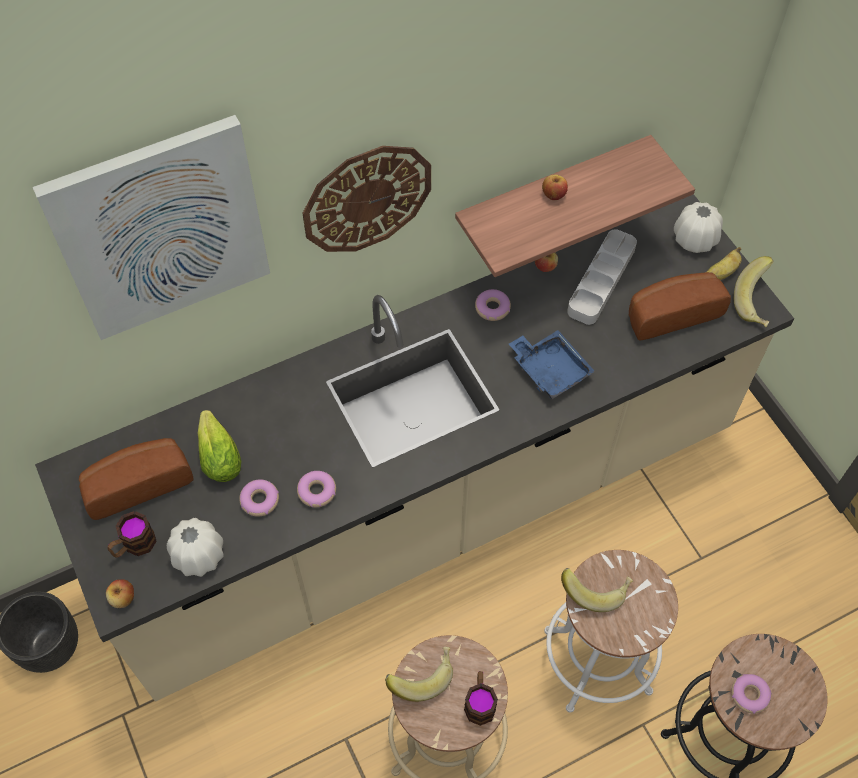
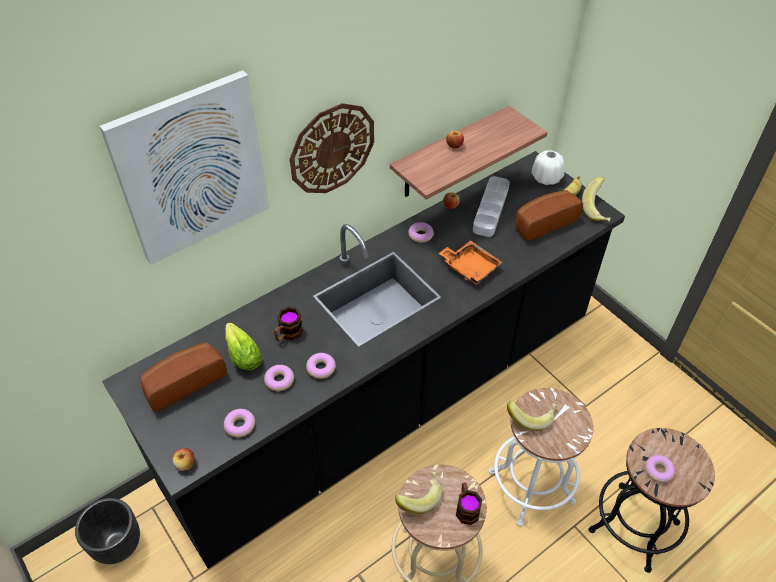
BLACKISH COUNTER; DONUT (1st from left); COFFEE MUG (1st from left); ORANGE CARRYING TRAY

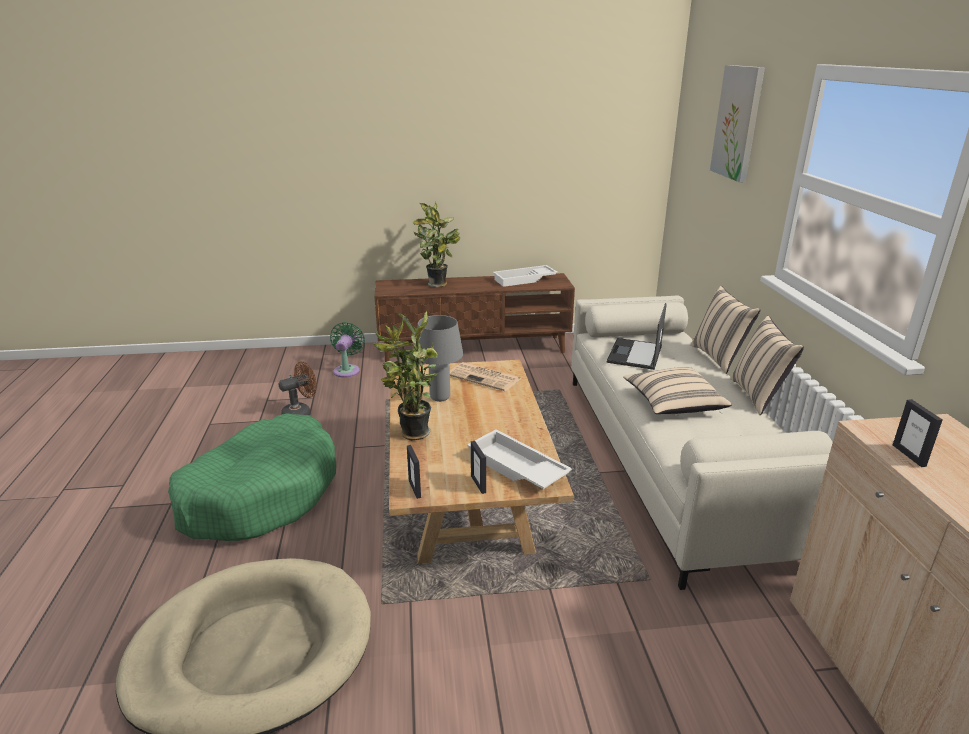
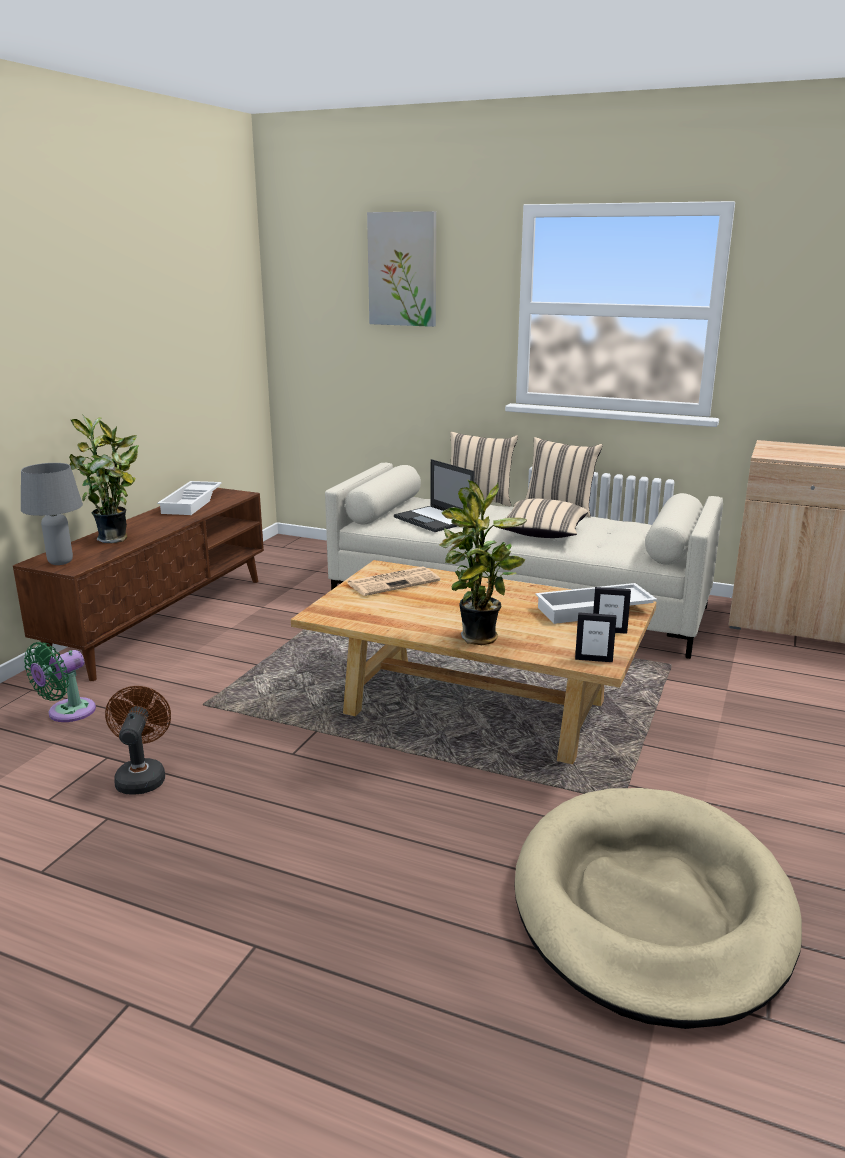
GREY TABLETOP LAMP; GREEN COOLING FAN; GREEN PET BED; PHOTO FRAME (3rd from left in the first image)

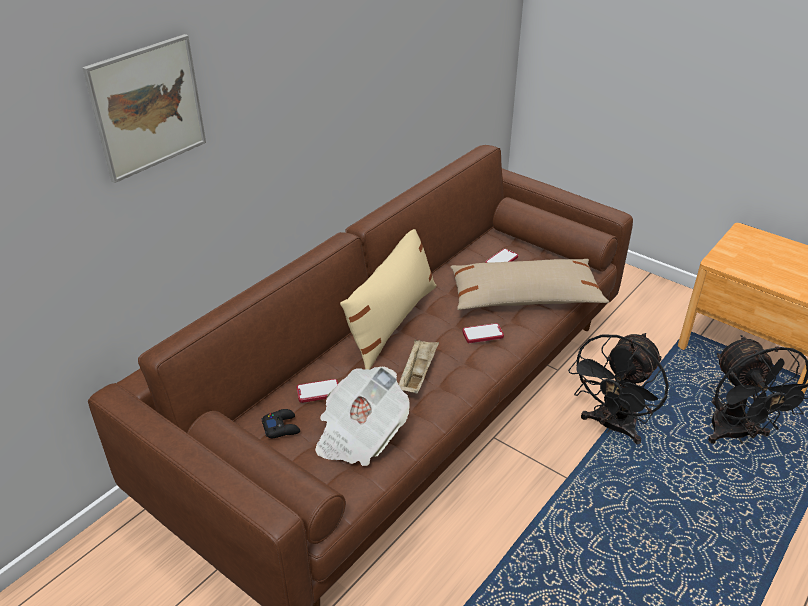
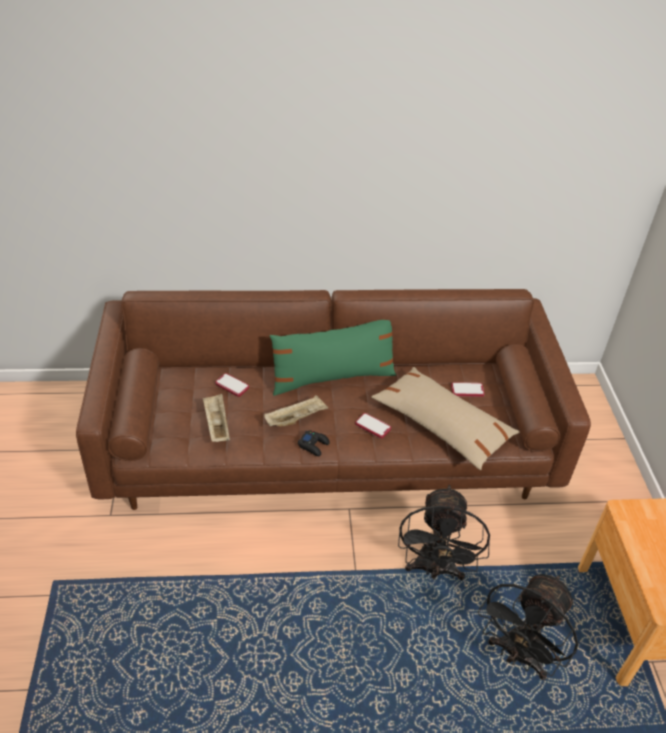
SAND-COLOURED CARRYING TRAY (1st from left); GREEN THROW PILLOW; BLACKISH GAME CONTROLLER; BLACKISH COOLING FAN (1st from left); PICTURE

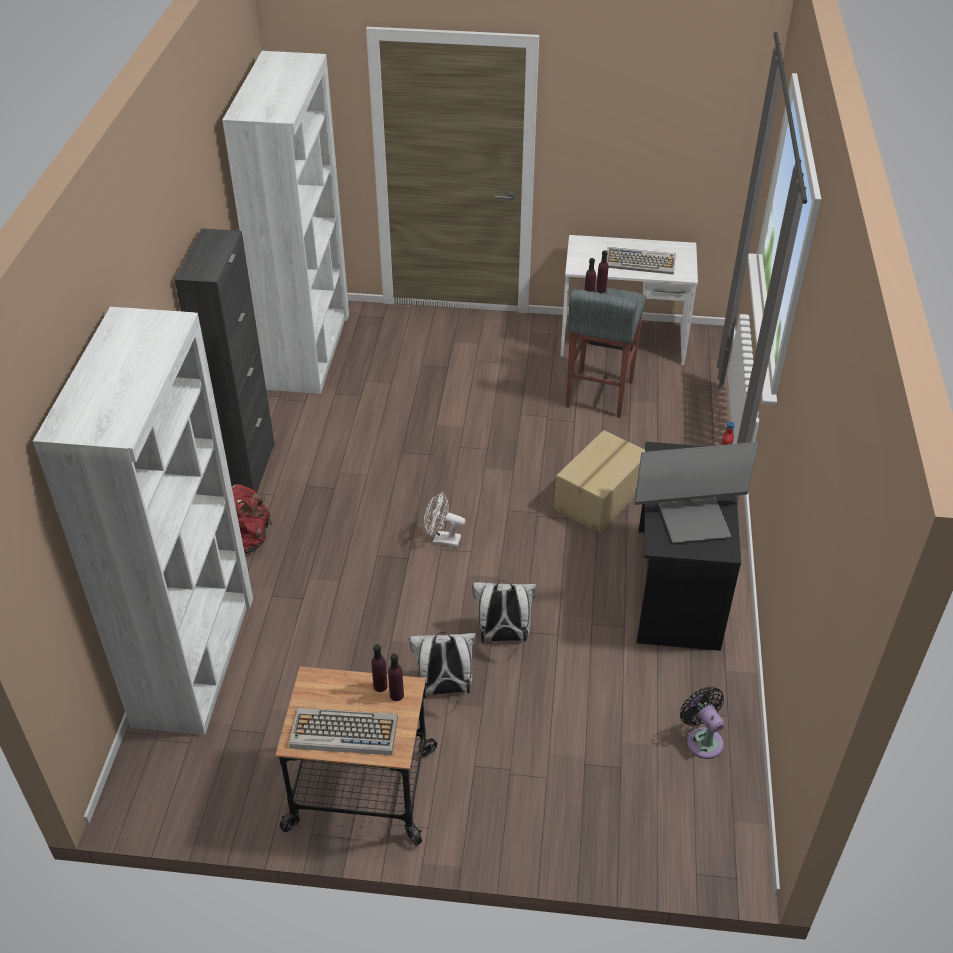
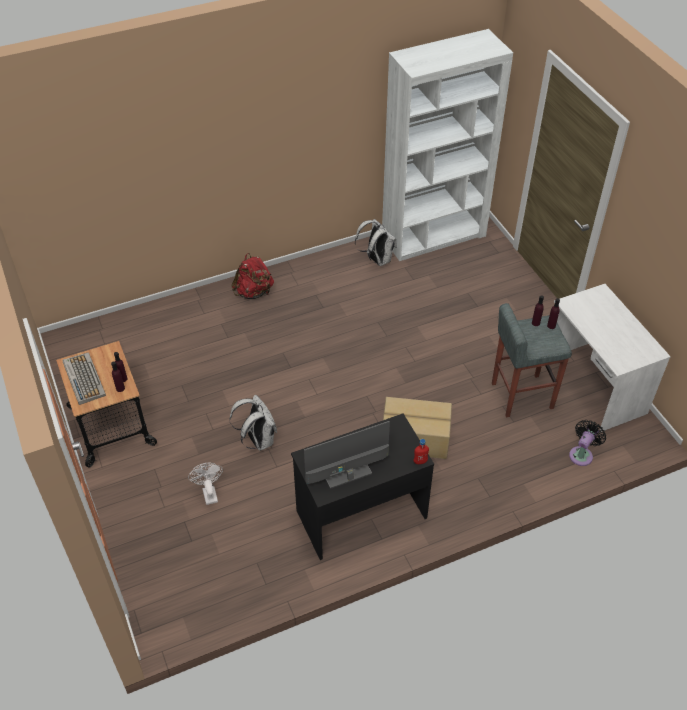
WHITE COOLING FAN; COMPUTER DISPLAY; WHITE RUCKSACK (2nd from left); BLACKISH COOLING FAN; WHITE BOOKCASE (1st from left in the first image); BLACKISH CABINET; KEYBOARD (2nd from left in the first image)

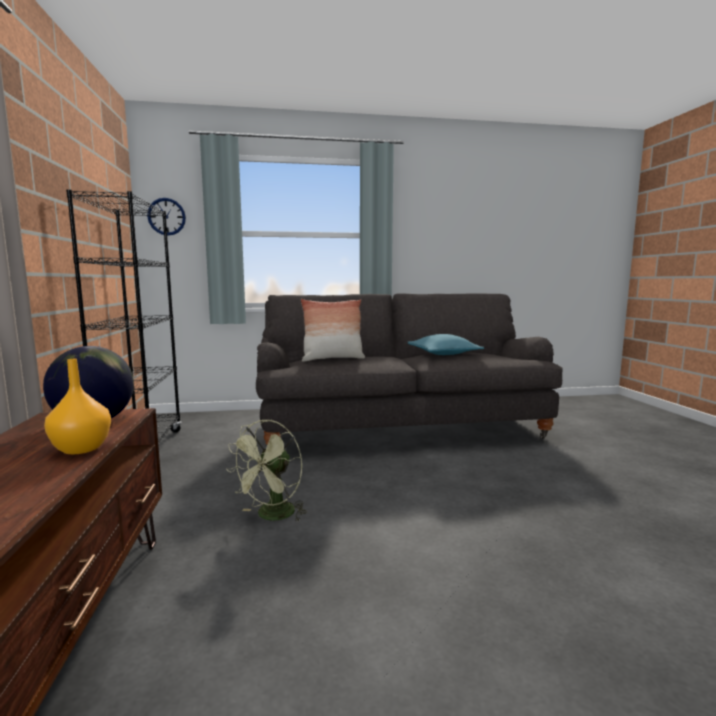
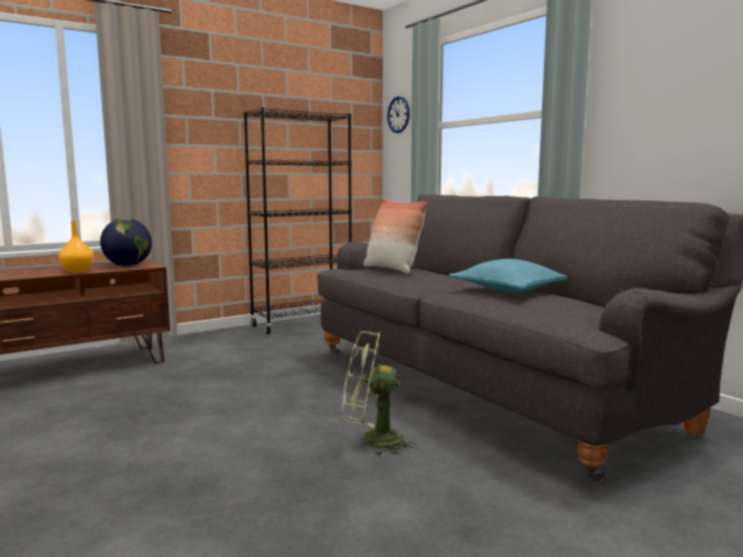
GREEN COOLING FAN

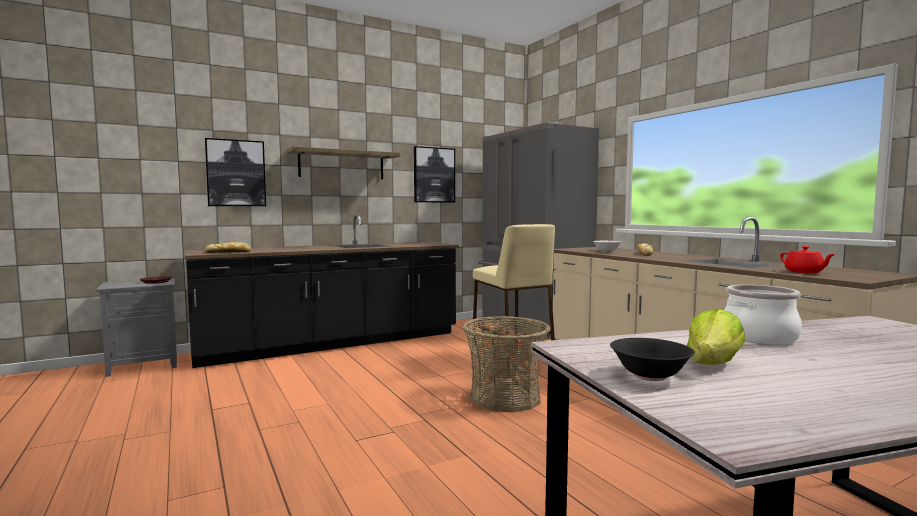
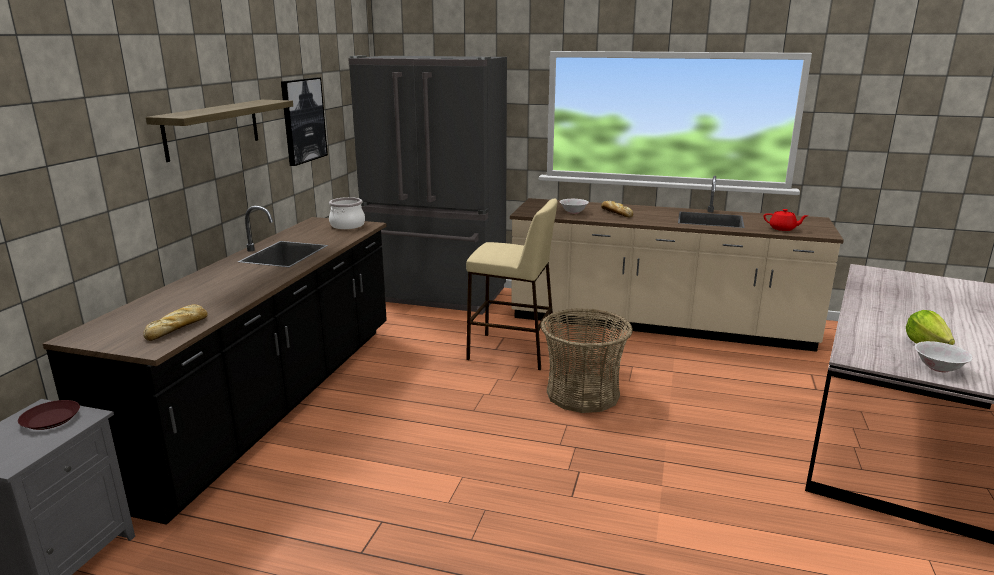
STOCKPOT; WHITE SERVING BOWL (2nd from left); PICTURE (1st from left in the first image)

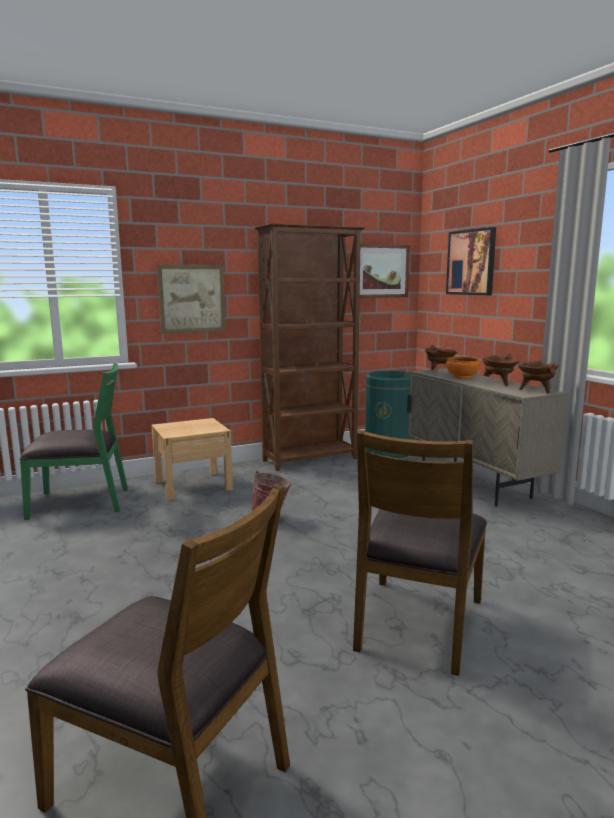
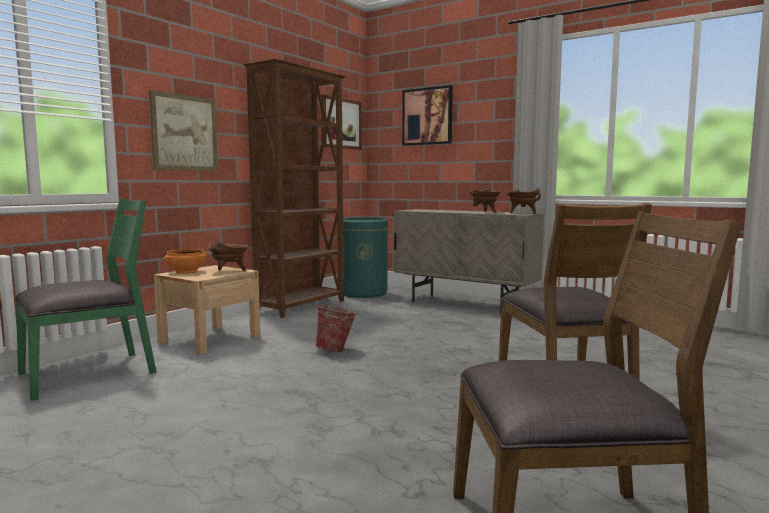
ORANGE SERVING BOWL; BROWN STOCKPOT (1st from left)

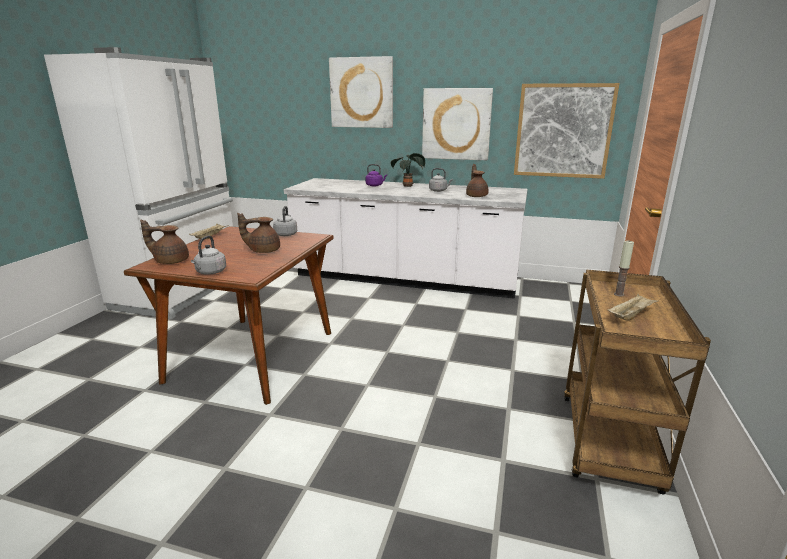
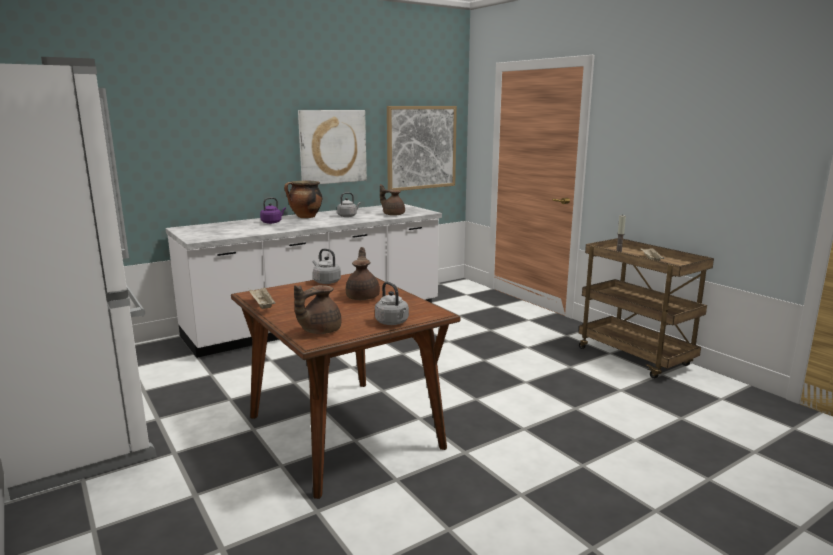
STOCKPOT; BROWN TEA POT (2nd from left); PICTURE (1st from left in the first image)

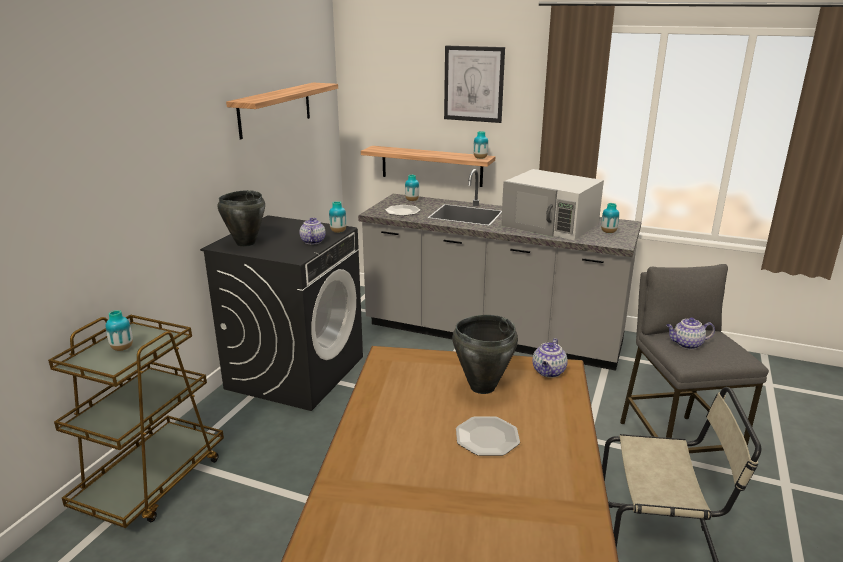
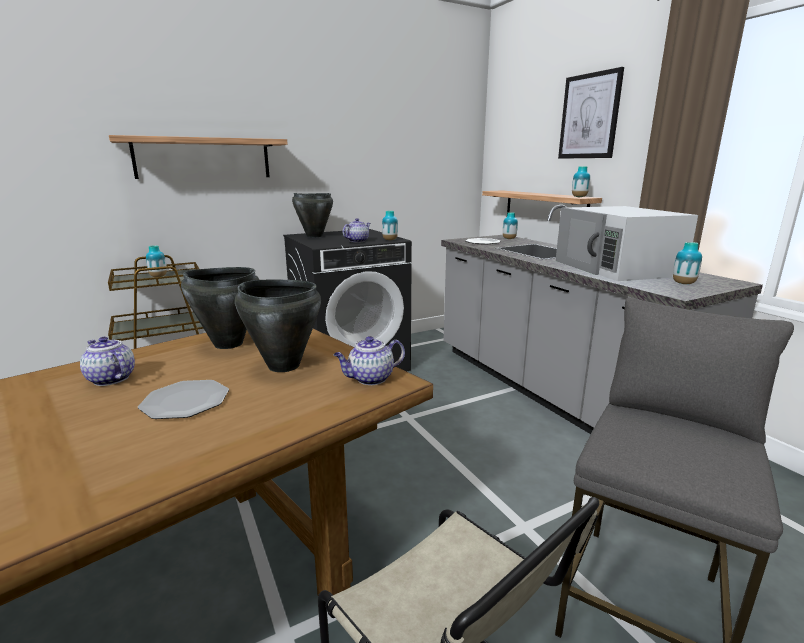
TEA POT (1st from left); WALL SHELF (1st from left); BLACKISH STOCKPOT (1st from left)

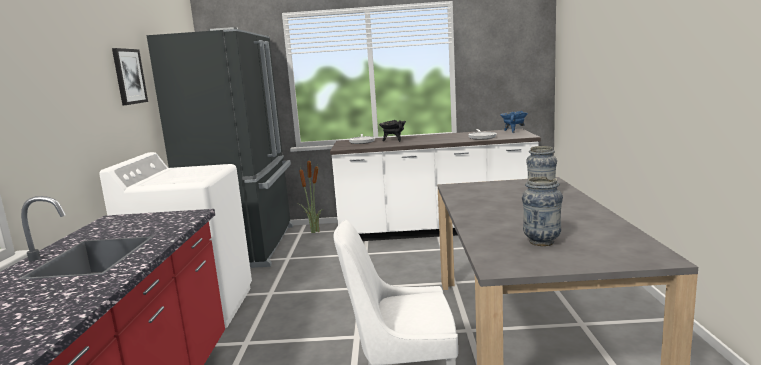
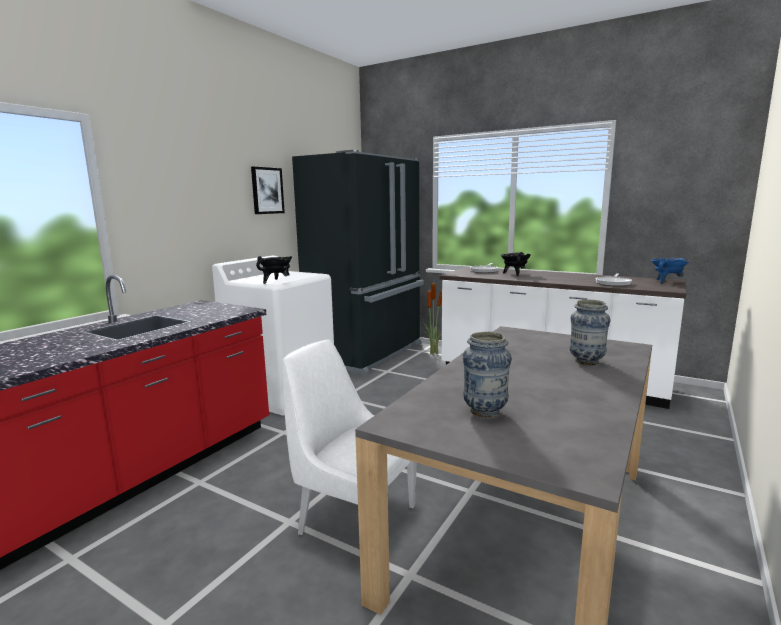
BLACKISH STOCKPOT (1st from left)

